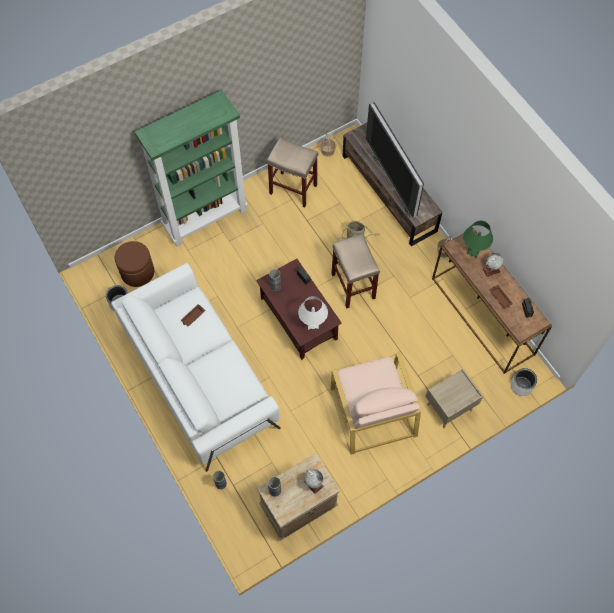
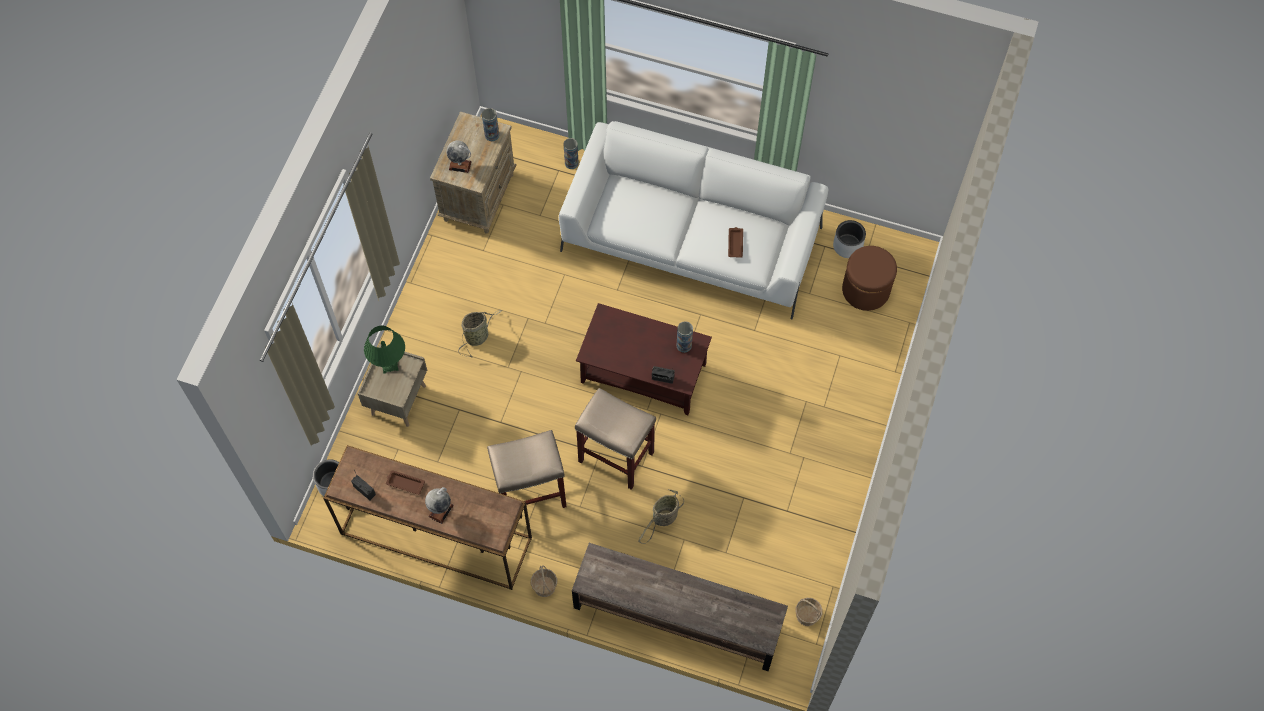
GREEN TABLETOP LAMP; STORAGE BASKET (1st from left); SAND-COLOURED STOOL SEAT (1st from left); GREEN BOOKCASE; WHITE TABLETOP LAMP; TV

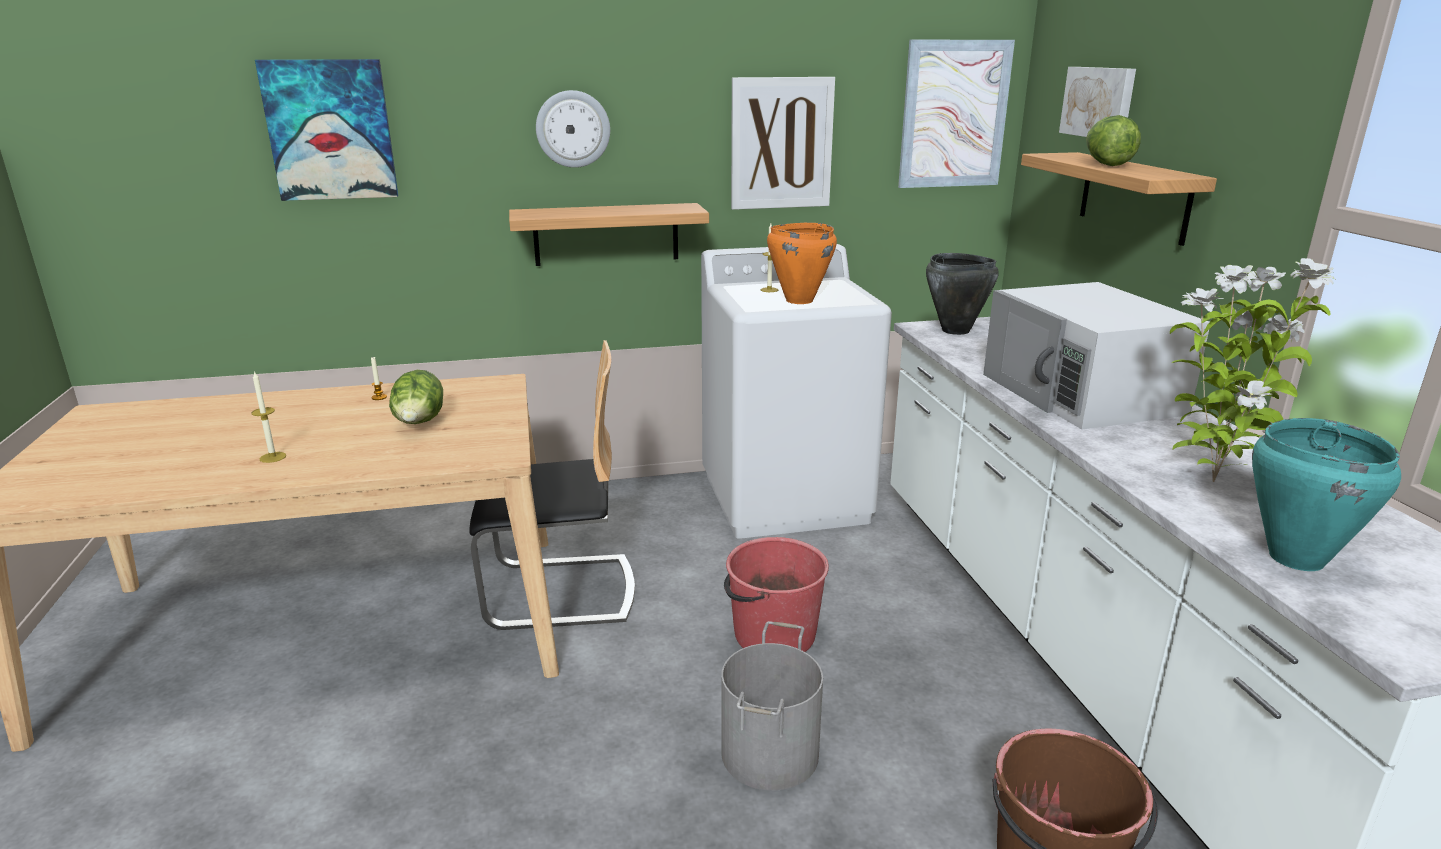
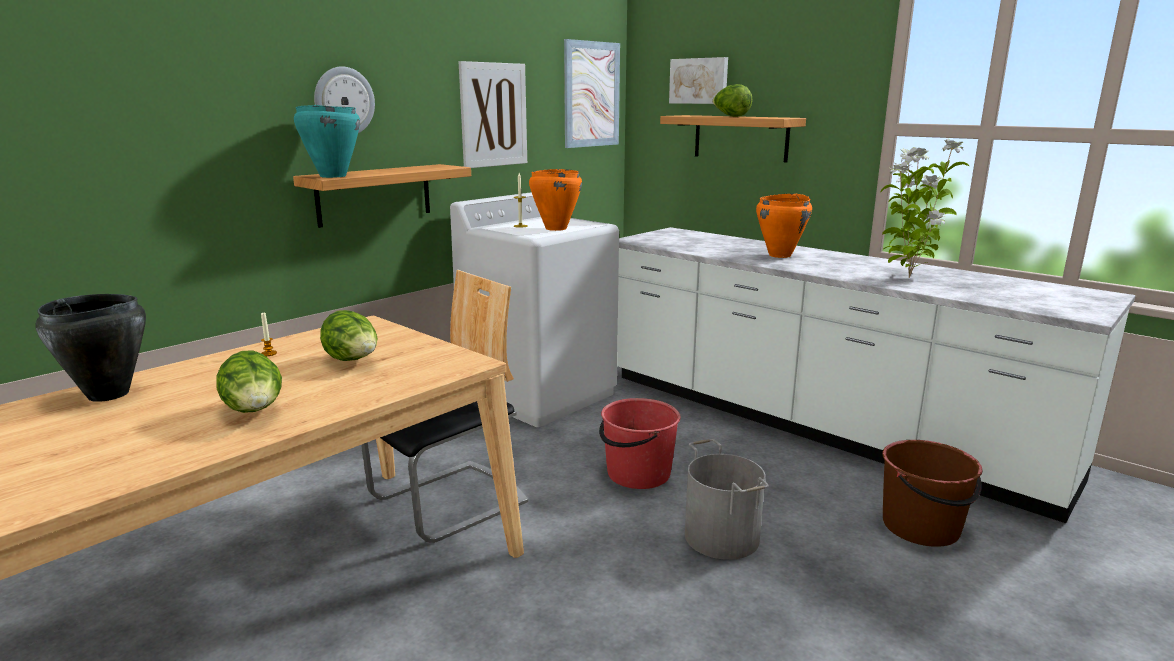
BLACKISH STOCKPOT; HEAD OF LETTUCE (1st from left); TURQUOISE STOCKPOT; ORANGE STOCKPOT (2nd from left); PICTURE (1st from left in the first image)

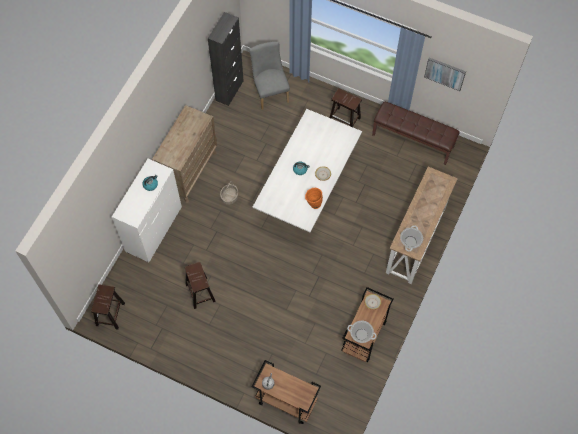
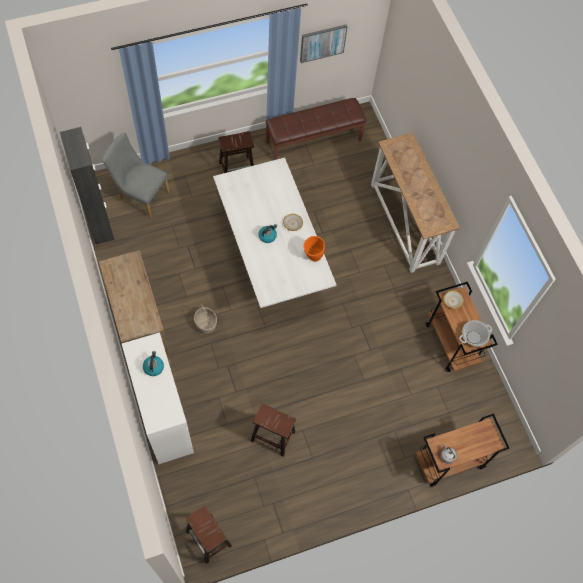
STOCKPOT (2nd from left in the first image)

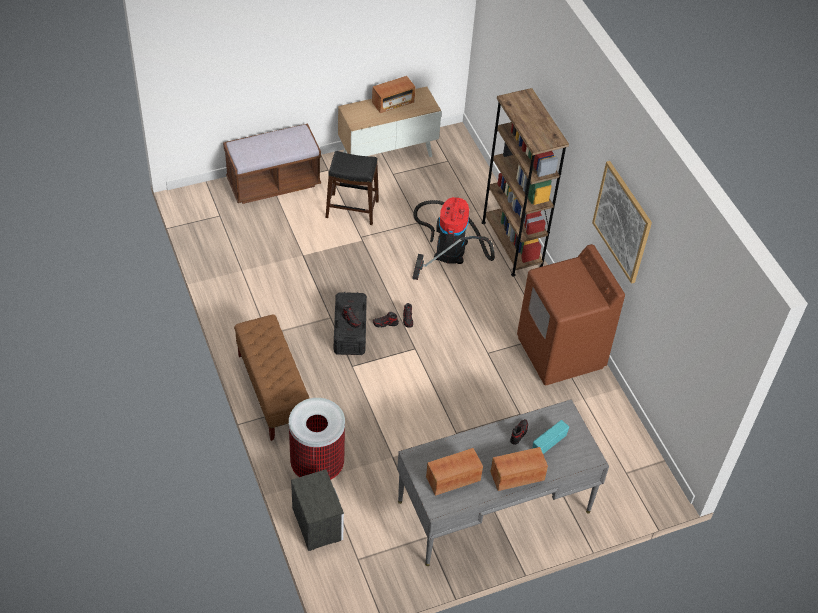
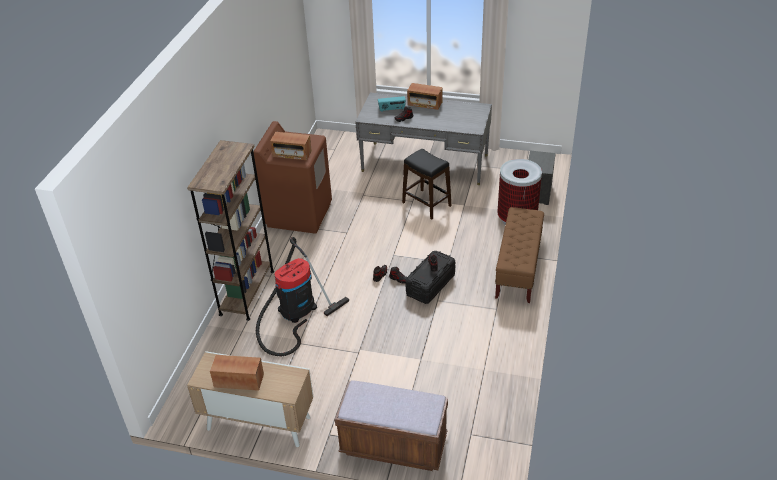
RADIO RECEIVER (2nd from left); BLACKISH STOOL SEAT; PICTURE

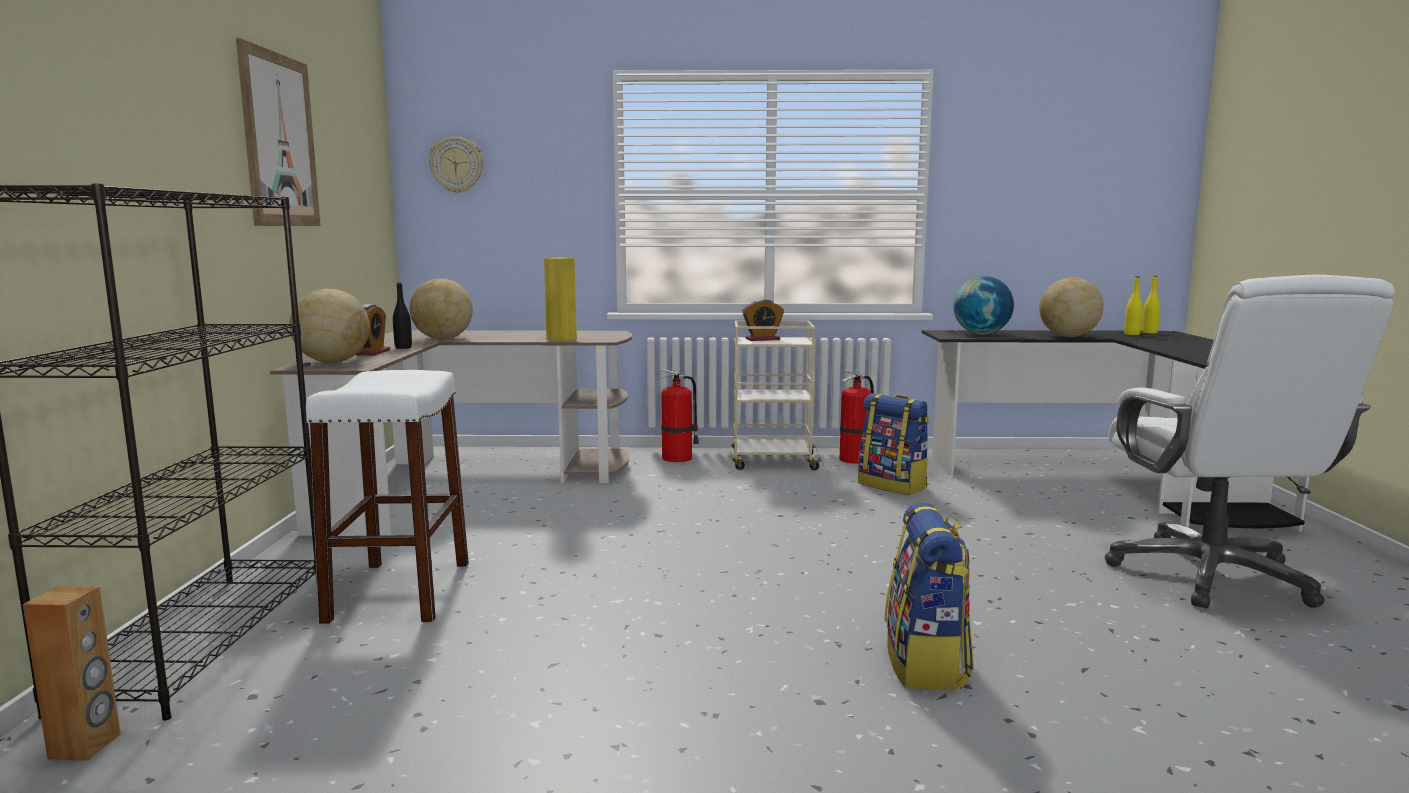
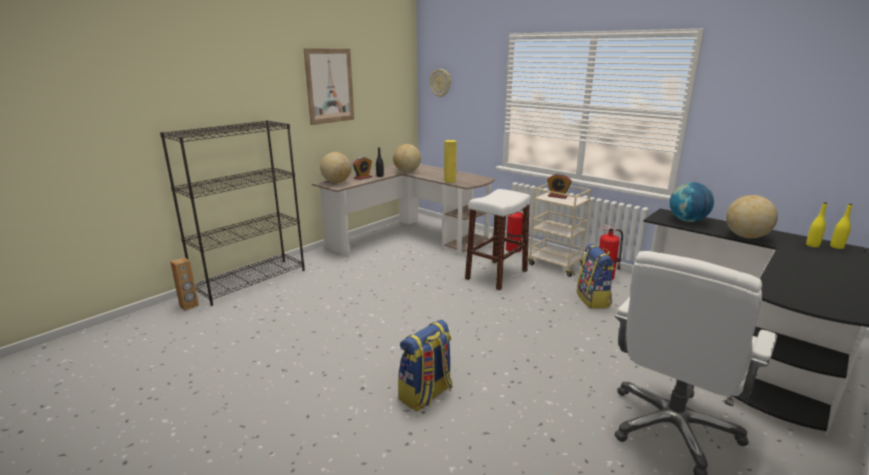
WHITE STOOL SEAT

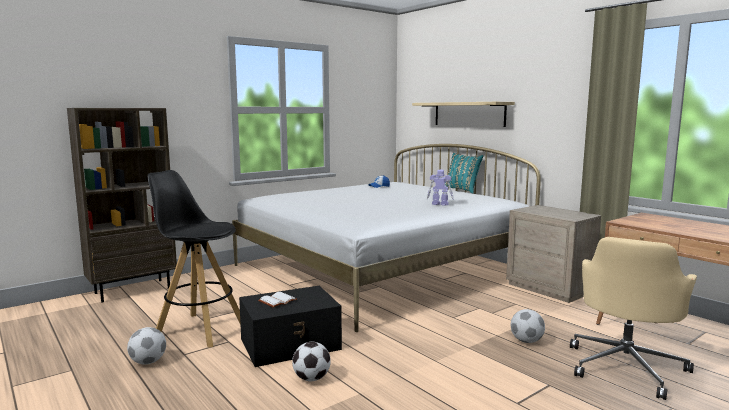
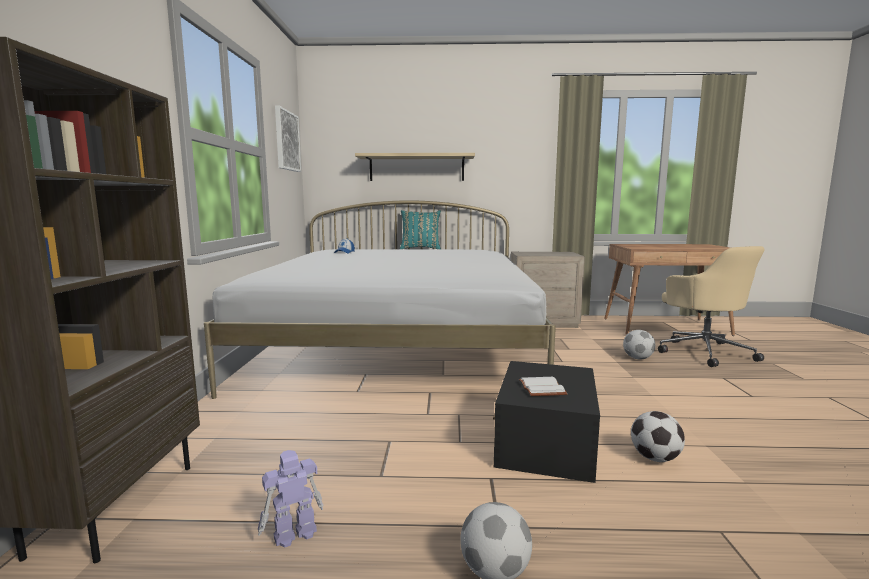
MODEL ROBOT; PICTURE; BLACKISH STOOL SEAT

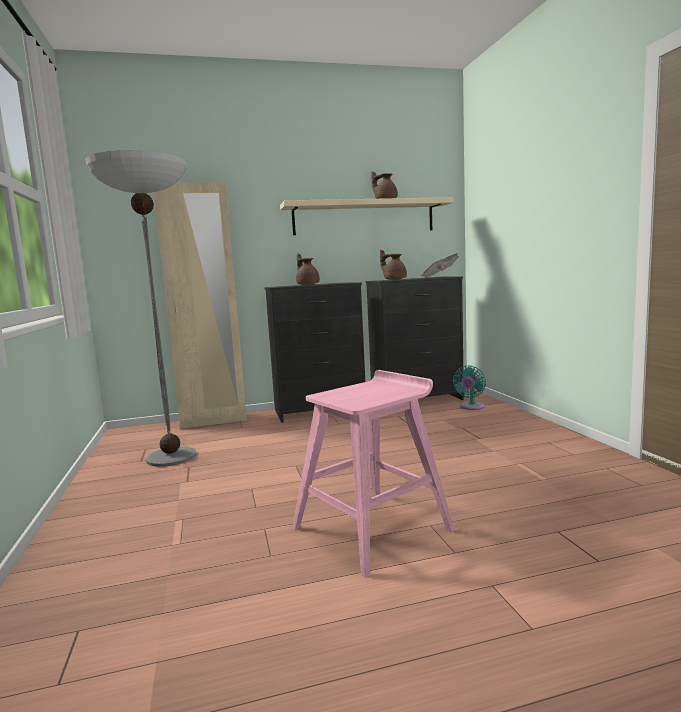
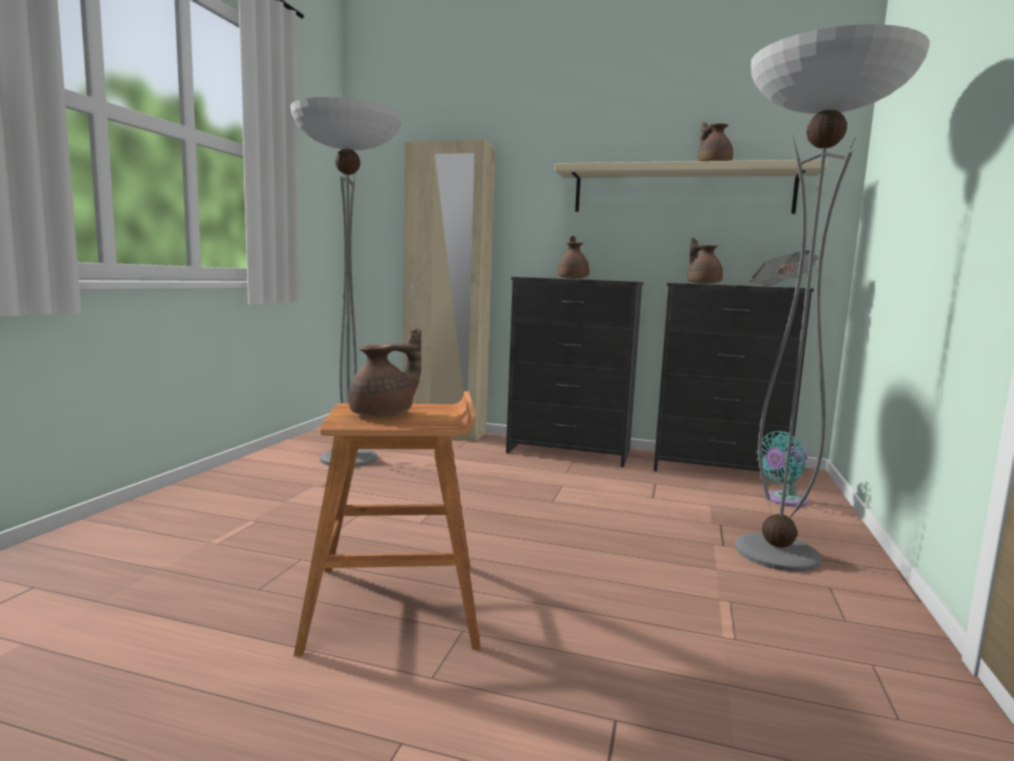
BROWN STOOL SEAT; BROWN TEA POT (1st from left); STANDARD LAMP (2nd from left)

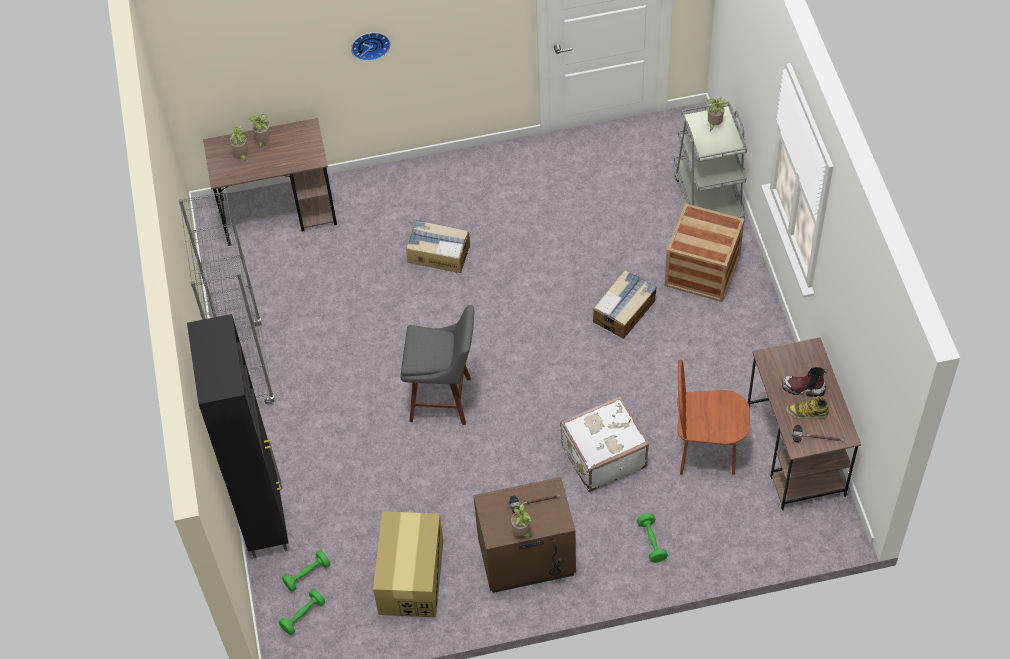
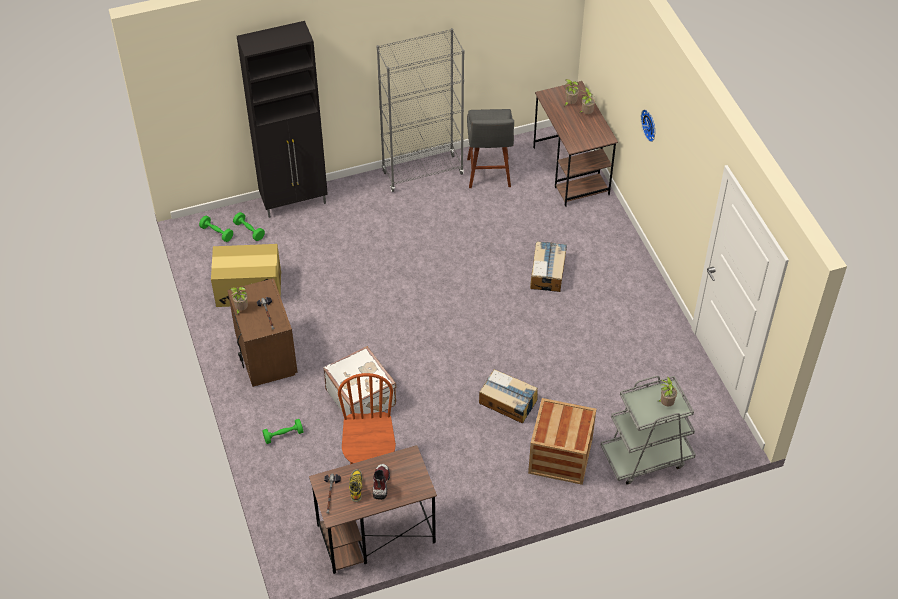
GREY STOOL SEAT

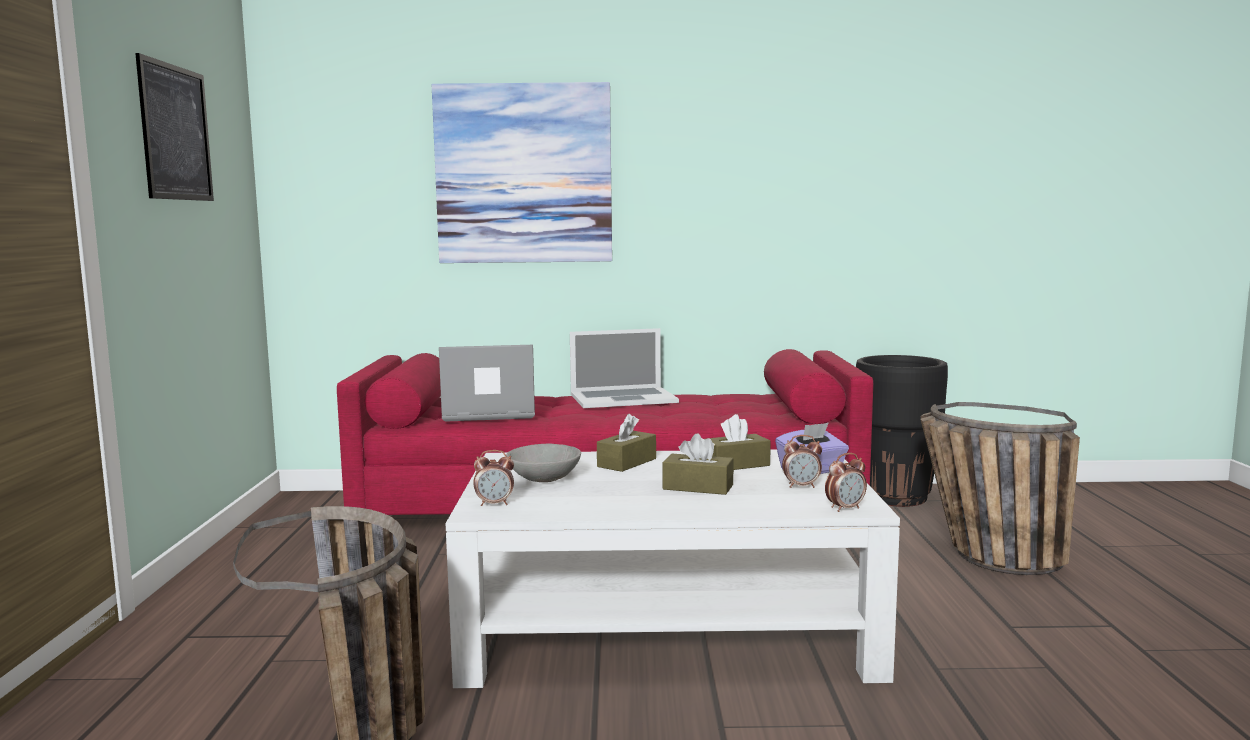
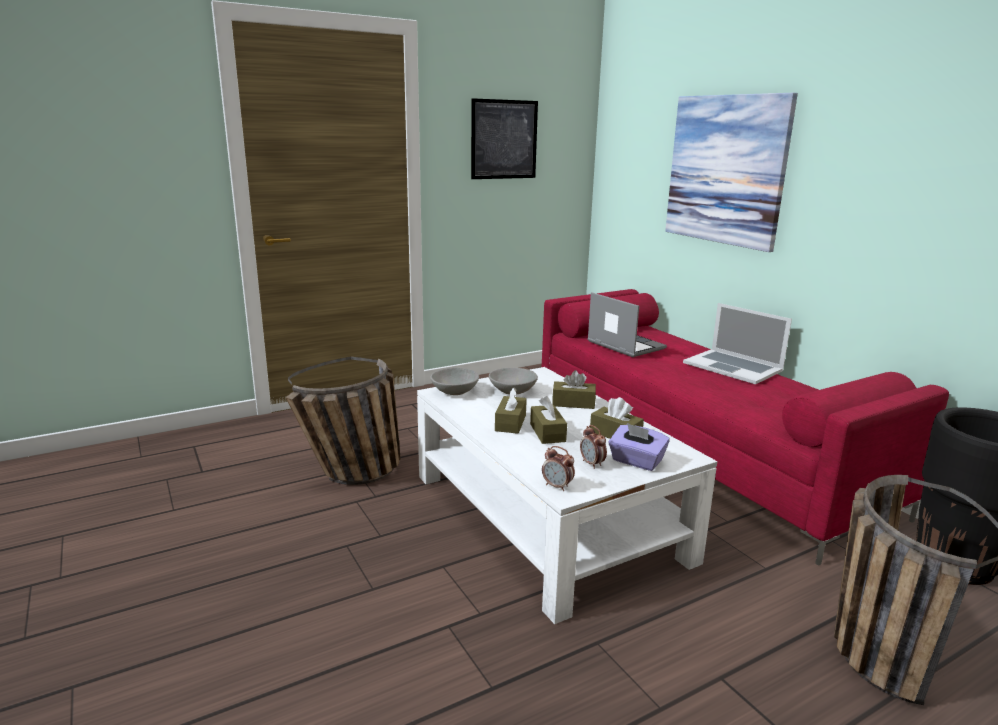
GREY SERVING BOWL (1st from left); BROWN TISSUE BOX (1st from left)

